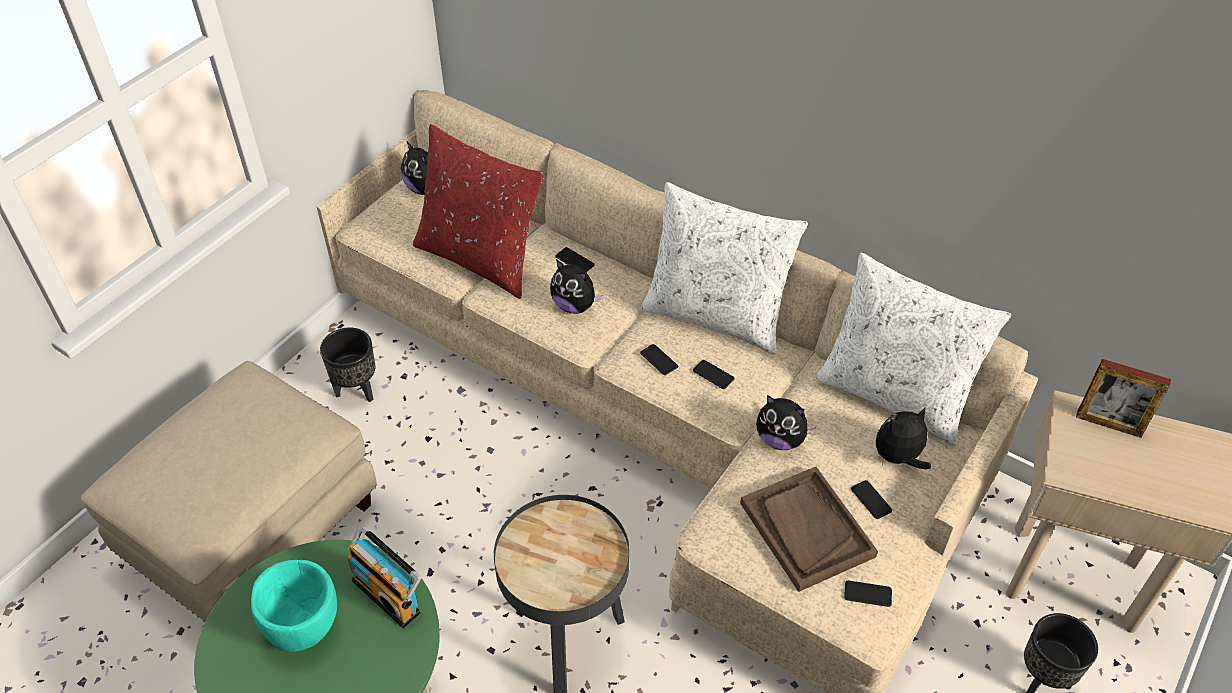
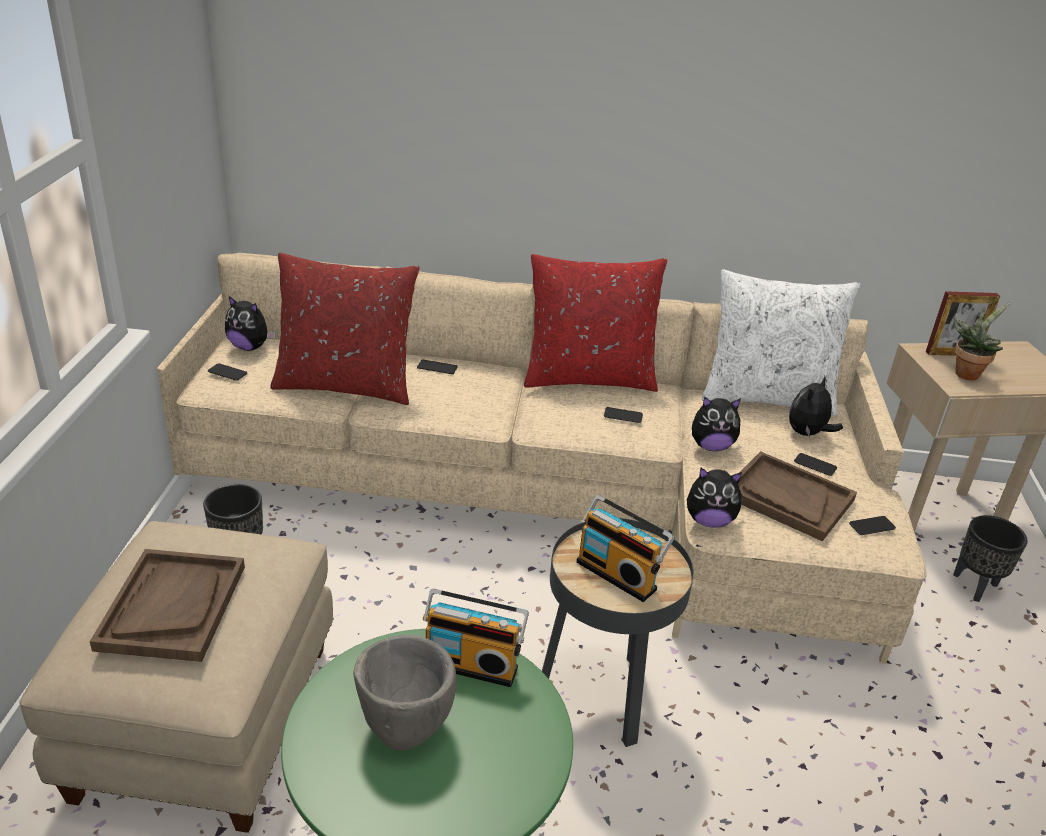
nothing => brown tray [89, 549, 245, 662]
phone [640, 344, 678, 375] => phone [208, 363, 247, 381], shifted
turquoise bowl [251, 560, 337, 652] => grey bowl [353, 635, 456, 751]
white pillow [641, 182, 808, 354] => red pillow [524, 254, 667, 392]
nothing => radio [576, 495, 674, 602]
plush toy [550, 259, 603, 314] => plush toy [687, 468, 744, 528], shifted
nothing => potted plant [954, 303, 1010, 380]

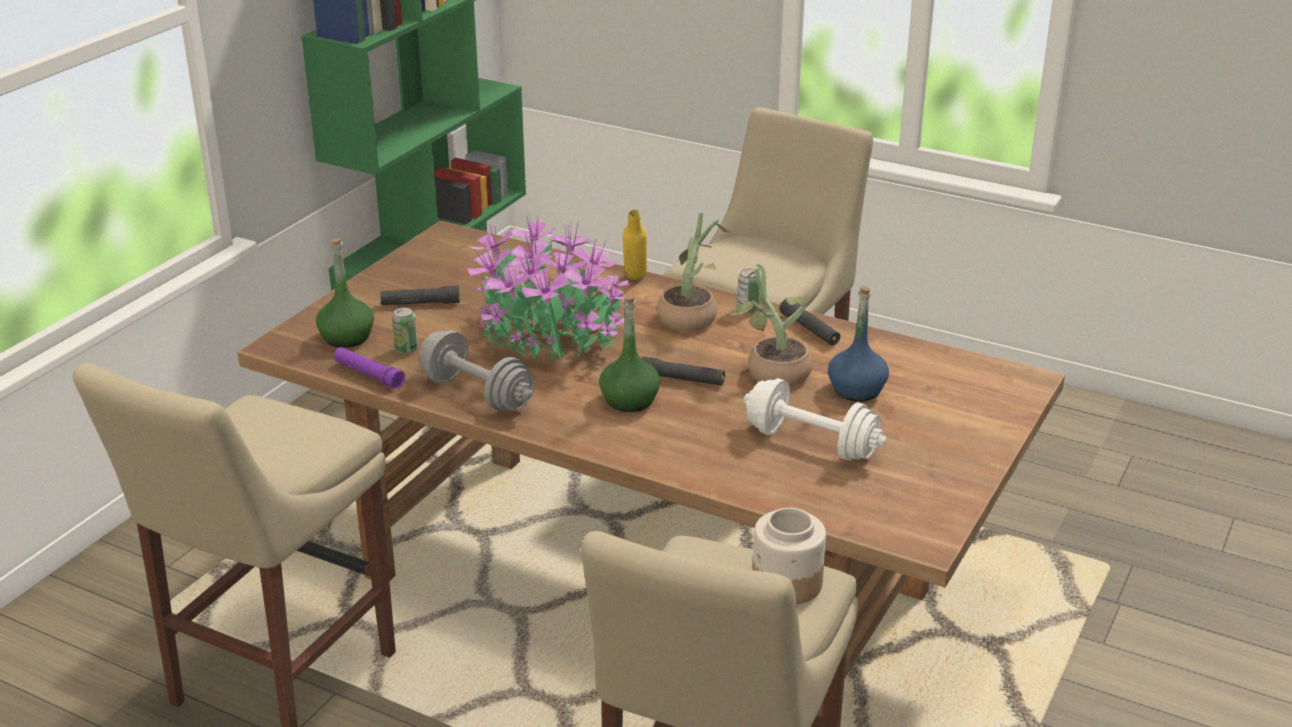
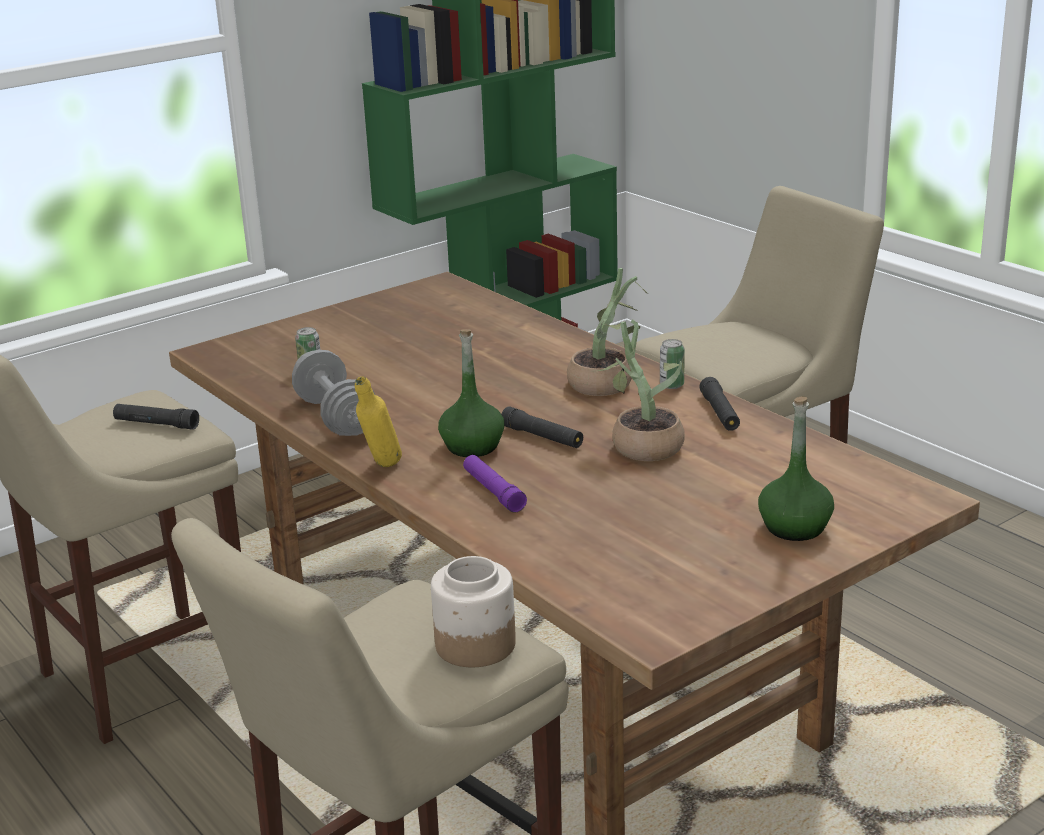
black flashlight [380, 285, 460, 305] => black flashlight [113, 404, 199, 430], shifted
yellow bottle [623, 210, 647, 280] => yellow bottle [355, 376, 402, 467], shifted
purple flashlight [334, 347, 405, 389] => purple flashlight [463, 455, 527, 513], shifted
green bottle [316, 238, 374, 348] => green bottle [758, 396, 834, 541], shifted
potted plant [467, 215, 629, 361] => nothing
white dumbbell [744, 378, 886, 461] => nothing
blue bottle [828, 286, 889, 402] => nothing

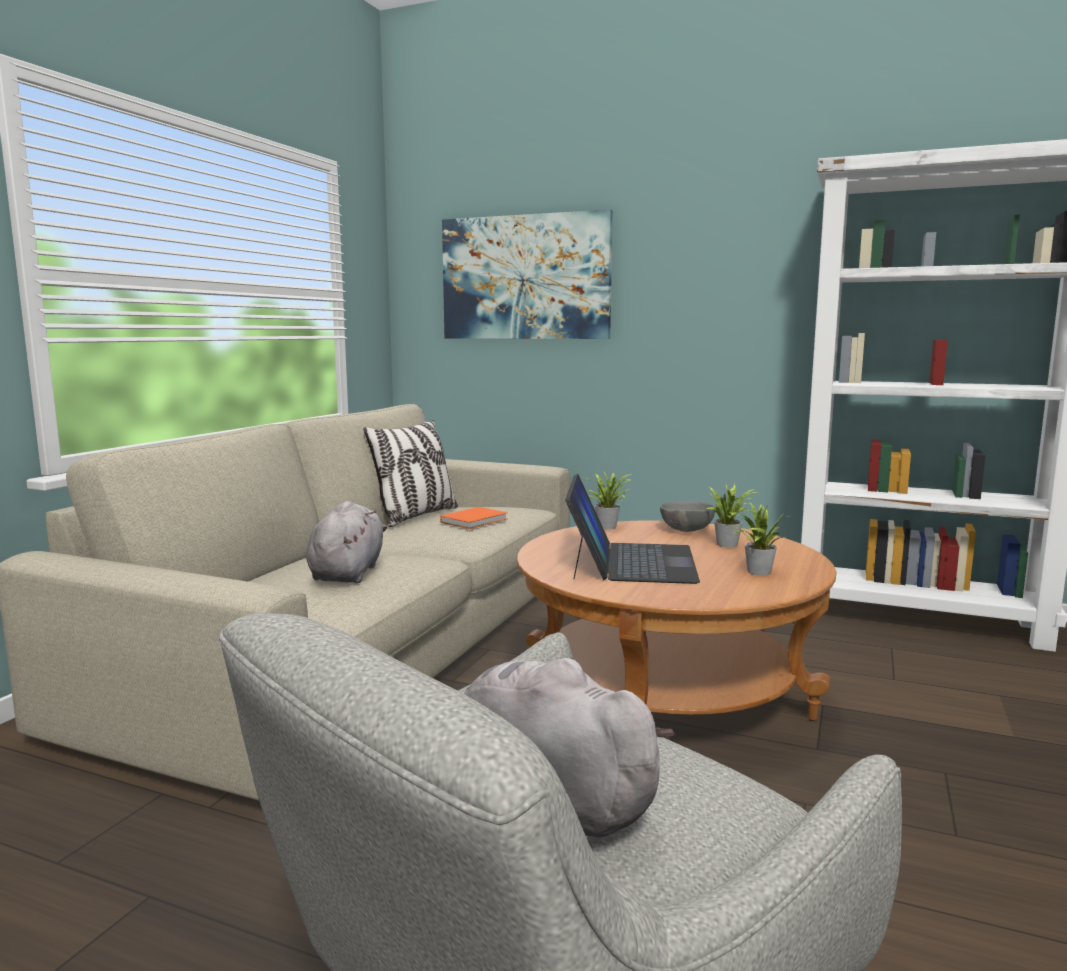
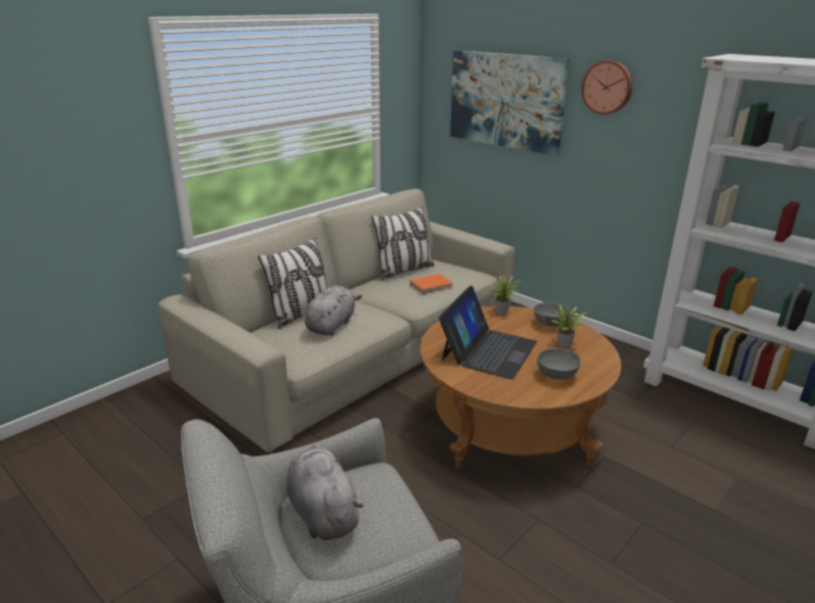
nothing => pillow [258, 238, 329, 329]
potted plant [730, 502, 788, 576] => grey bowl [537, 348, 581, 380]
nothing => wall clock [581, 60, 632, 115]

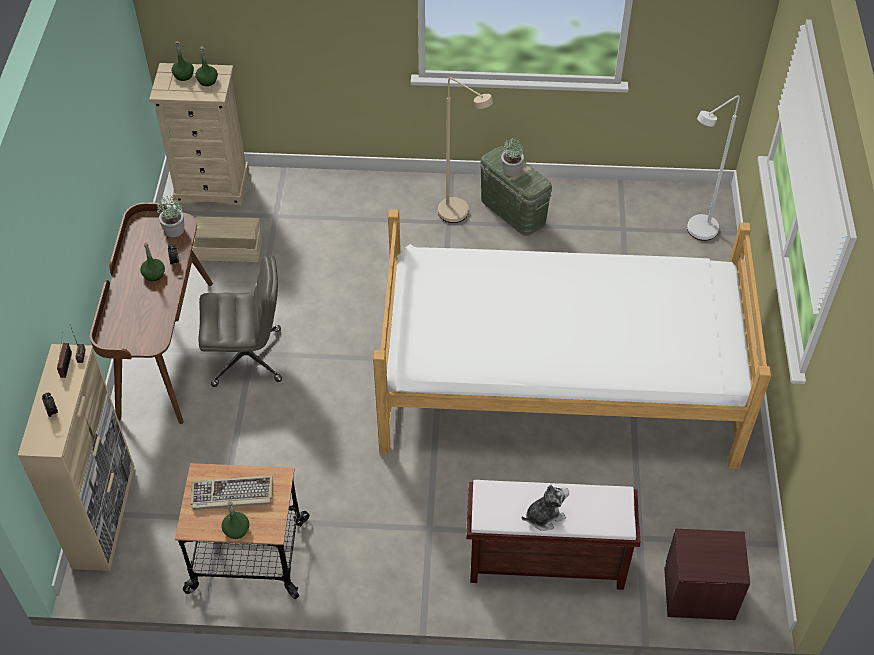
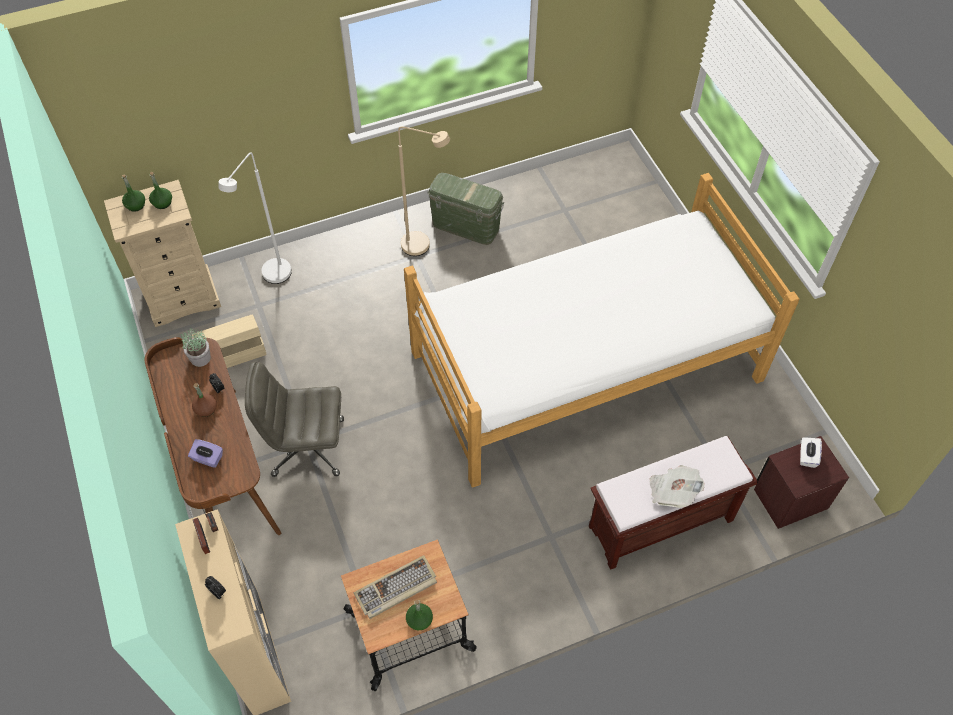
nothing => purple tissue box [188, 439, 223, 468]
green bottle [140, 242, 165, 281] => brown bottle [192, 383, 217, 417]
white floor lamp [687, 95, 740, 241] => white floor lamp [218, 152, 292, 284], shifted
grey office chair [199, 255, 282, 387] => grey office chair [245, 362, 344, 477], 150 degrees counterclockwise
plush toy [522, 485, 569, 531] => newspaper [649, 465, 704, 508]
nothing => white tissue box [800, 437, 822, 468]
potted plant [501, 138, 524, 176] => nothing

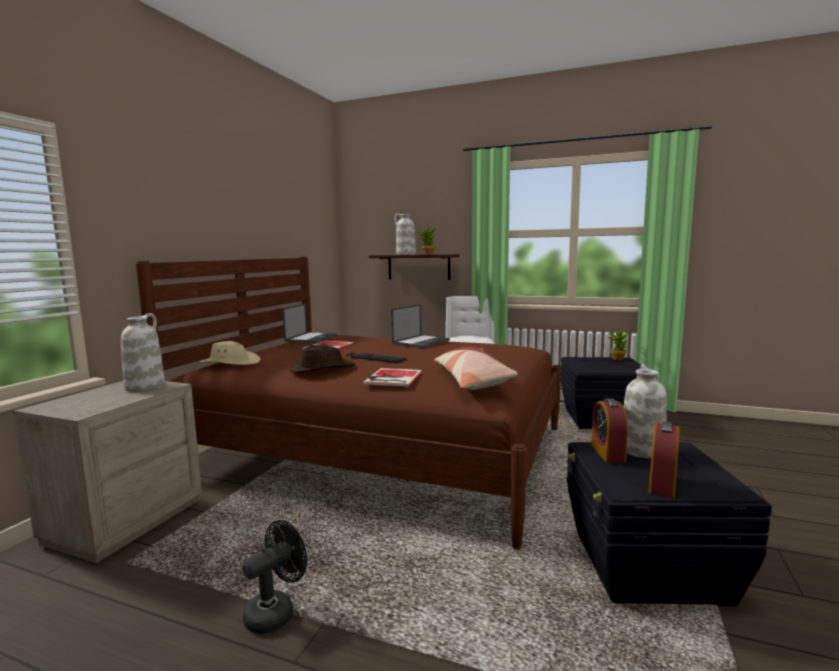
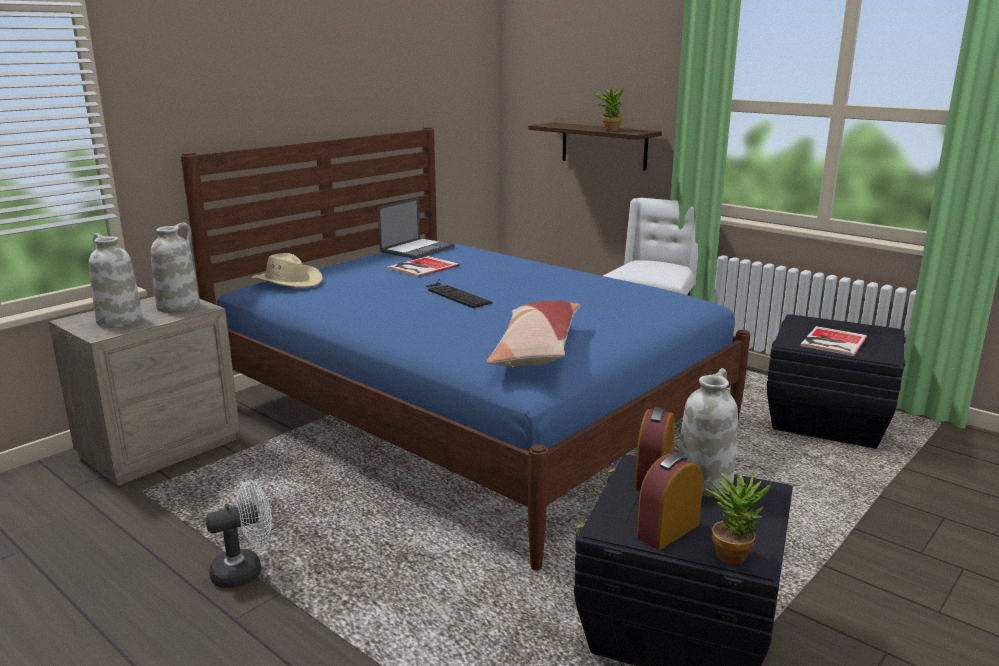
white vase [394, 213, 416, 255] => white vase [89, 233, 143, 328], shifted
brown bed [136, 256, 561, 550] => blue bed [181, 127, 750, 570]
black fan [242, 520, 307, 634] => white fan [205, 481, 272, 588]
potted plant [608, 330, 631, 360] => potted plant [705, 473, 772, 564], shifted
book [363, 368, 423, 387] => book [800, 326, 867, 356], shifted
brown hat [290, 345, 355, 373] => nothing
laptop [391, 304, 450, 348] => nothing

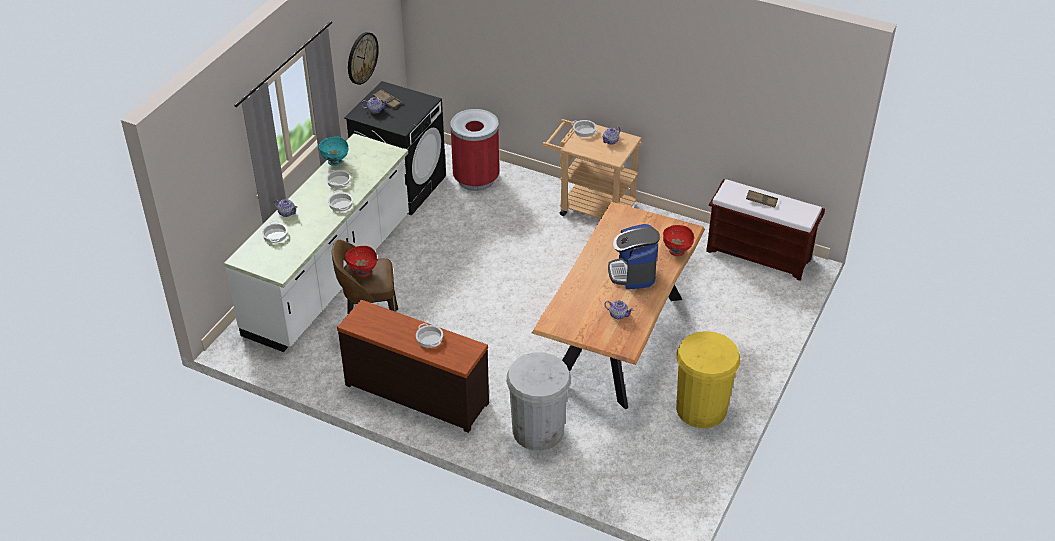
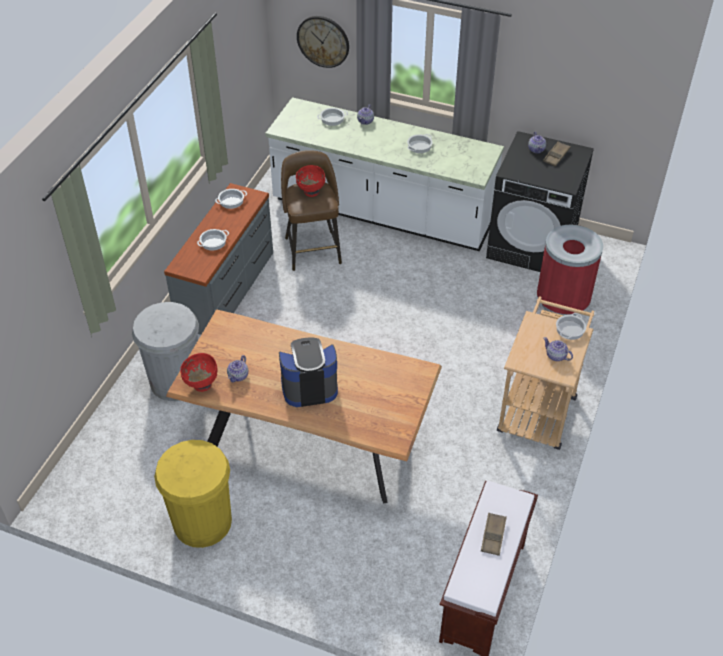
brown dresser [337, 300, 489, 433] => grey dresser [164, 183, 273, 335]
red bowl [663, 225, 694, 256] => red bowl [180, 353, 218, 392], shifted
cooking pot [328, 191, 353, 212] => cooking pot [215, 189, 247, 209], shifted
wall clock [348, 32, 379, 85] => wall clock [297, 16, 349, 68], shifted
turquoise bowl [319, 137, 348, 166] => nothing

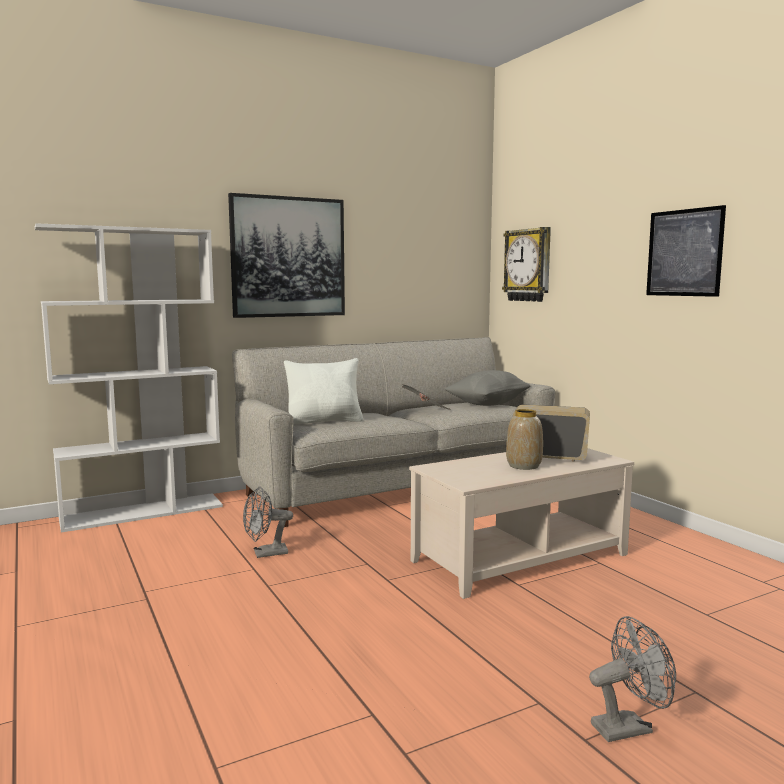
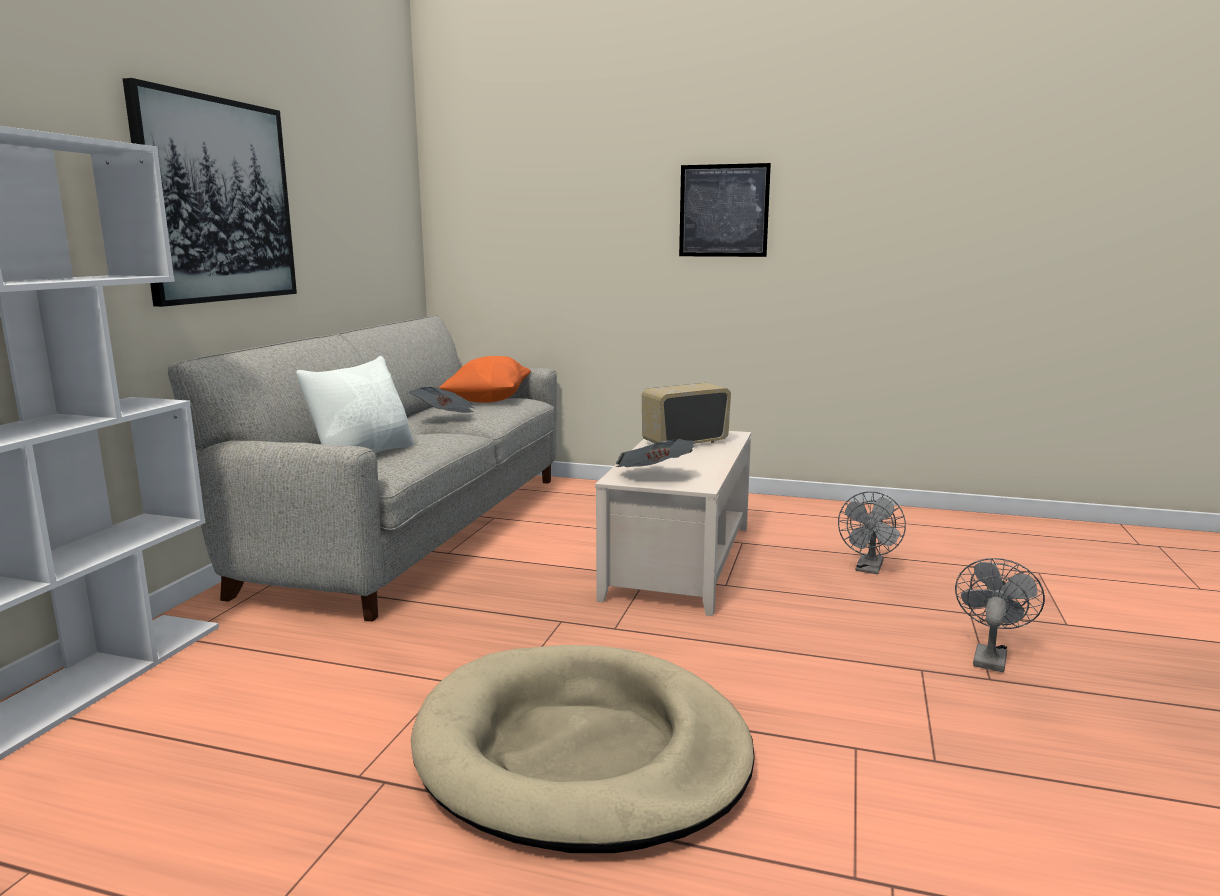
nothing => beige dog bed [411, 645, 755, 853]
grey pillow [444, 370, 530, 406] => orange pillow [439, 356, 531, 403]
nothing => newspaper [616, 439, 695, 467]
grey fan [243, 486, 293, 558] => grey fan [838, 491, 906, 574], shifted
wall clock [502, 227, 551, 302] => nothing
vase [506, 409, 543, 470] => nothing

